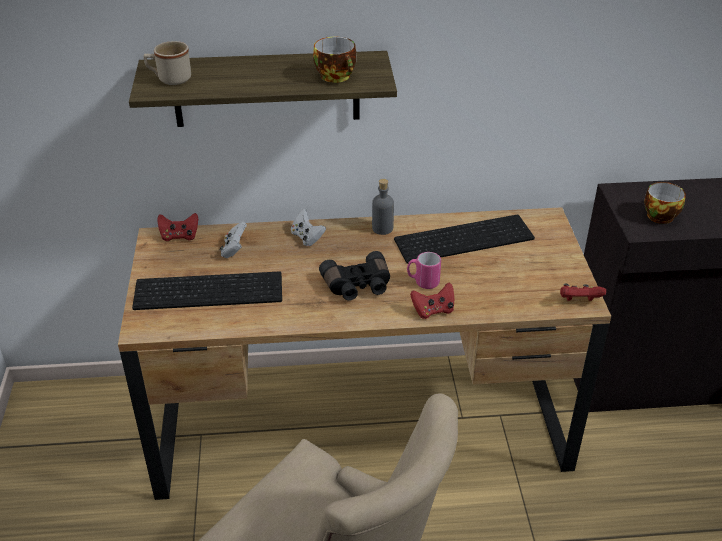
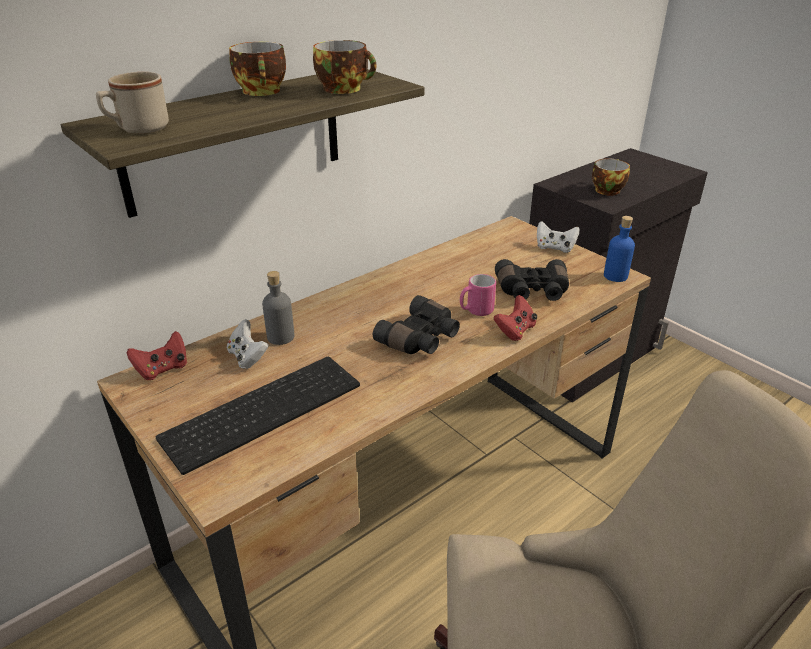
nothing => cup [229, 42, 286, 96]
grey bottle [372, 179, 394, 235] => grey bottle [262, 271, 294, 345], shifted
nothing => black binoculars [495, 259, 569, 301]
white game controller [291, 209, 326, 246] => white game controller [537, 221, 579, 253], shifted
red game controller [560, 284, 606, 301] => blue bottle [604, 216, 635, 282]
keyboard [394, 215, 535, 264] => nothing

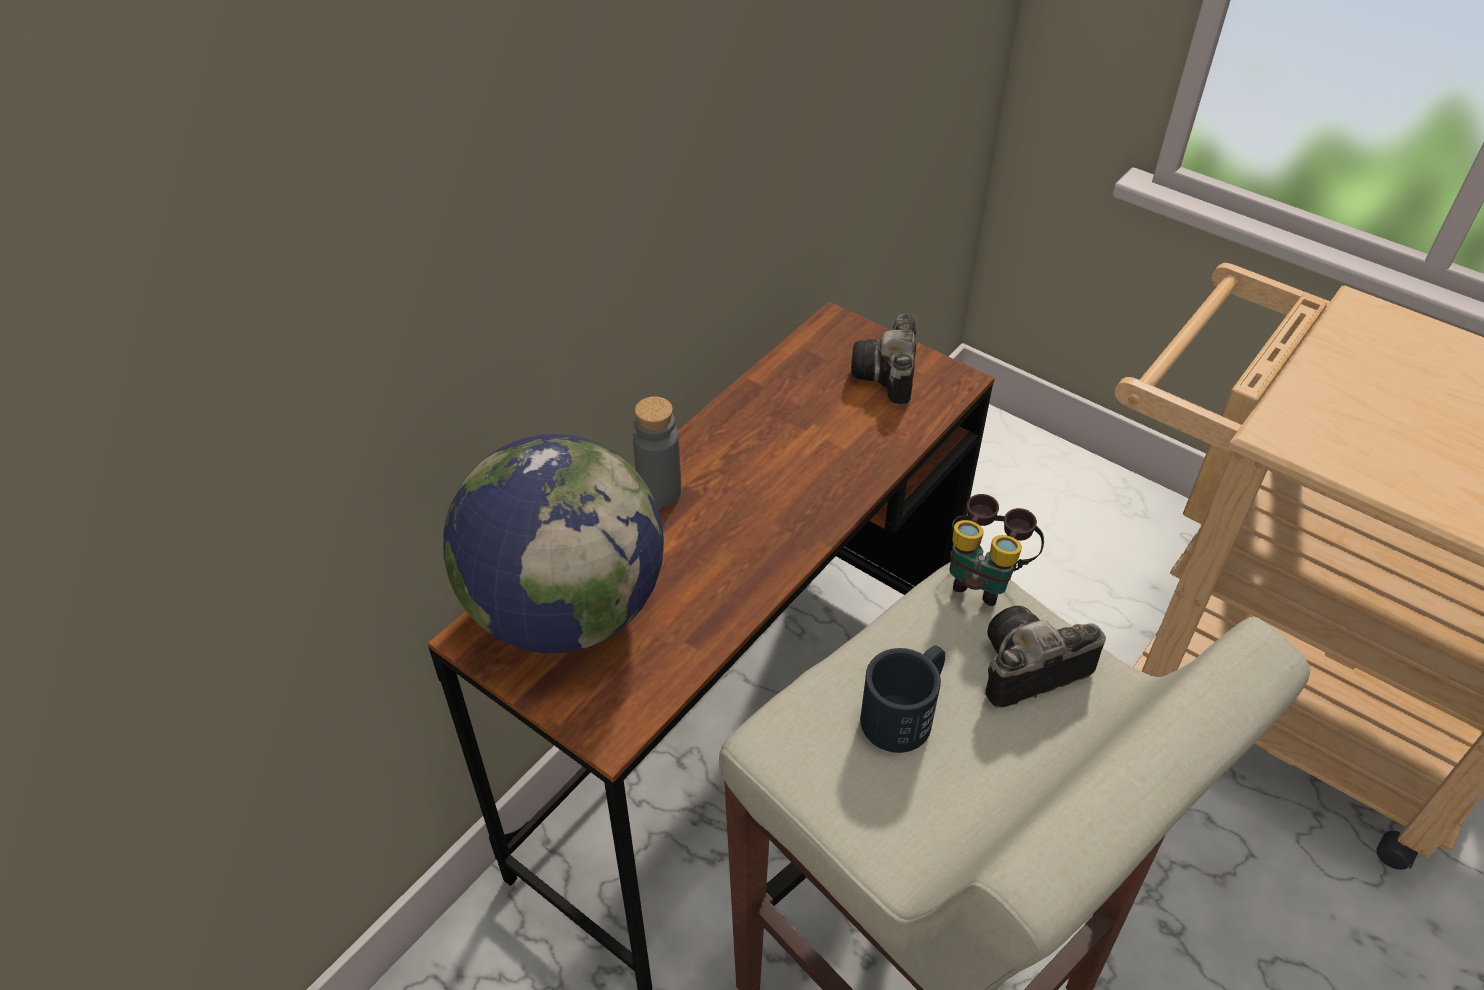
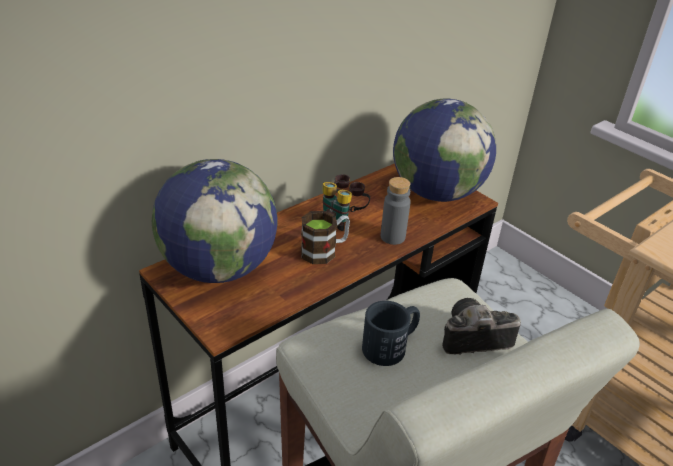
nothing => mug [301, 211, 350, 264]
binoculars [950, 494, 1044, 606] => binoculars [323, 174, 370, 231], shifted
grey bottle [633, 396, 681, 507] => grey bottle [381, 177, 411, 245], shifted
photo camera [851, 315, 916, 405] => globe [393, 98, 496, 202]

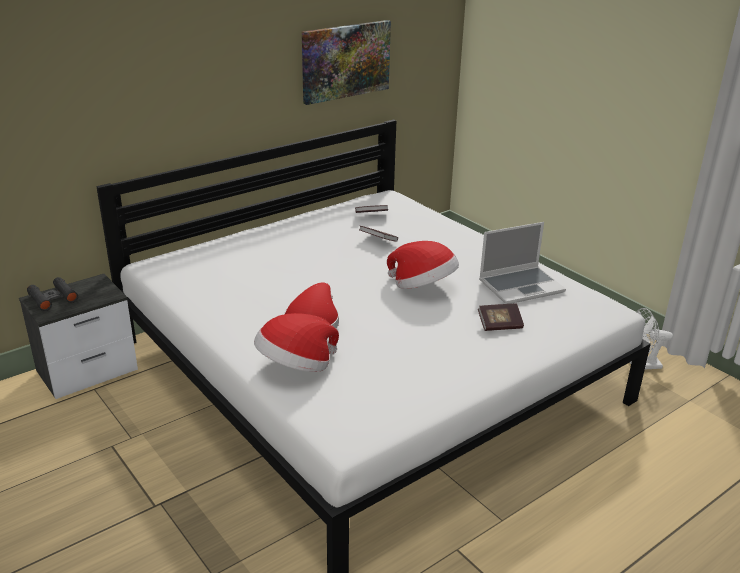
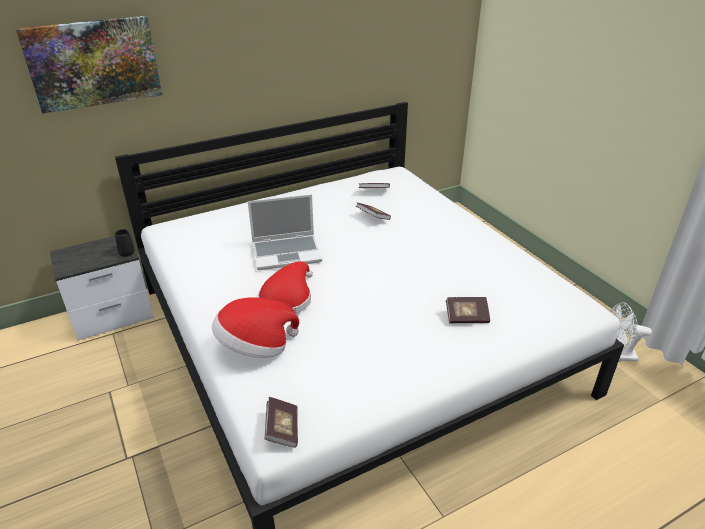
picture [302, 20, 391, 105] => picture [16, 16, 162, 113], shifted
nothing => black mug [115, 229, 134, 257]
laptop [479, 222, 566, 304] => laptop [248, 194, 322, 270], shifted
nothing => book [265, 397, 298, 448]
black binoculars [27, 277, 78, 311] => nothing
hat [387, 241, 459, 289] => nothing

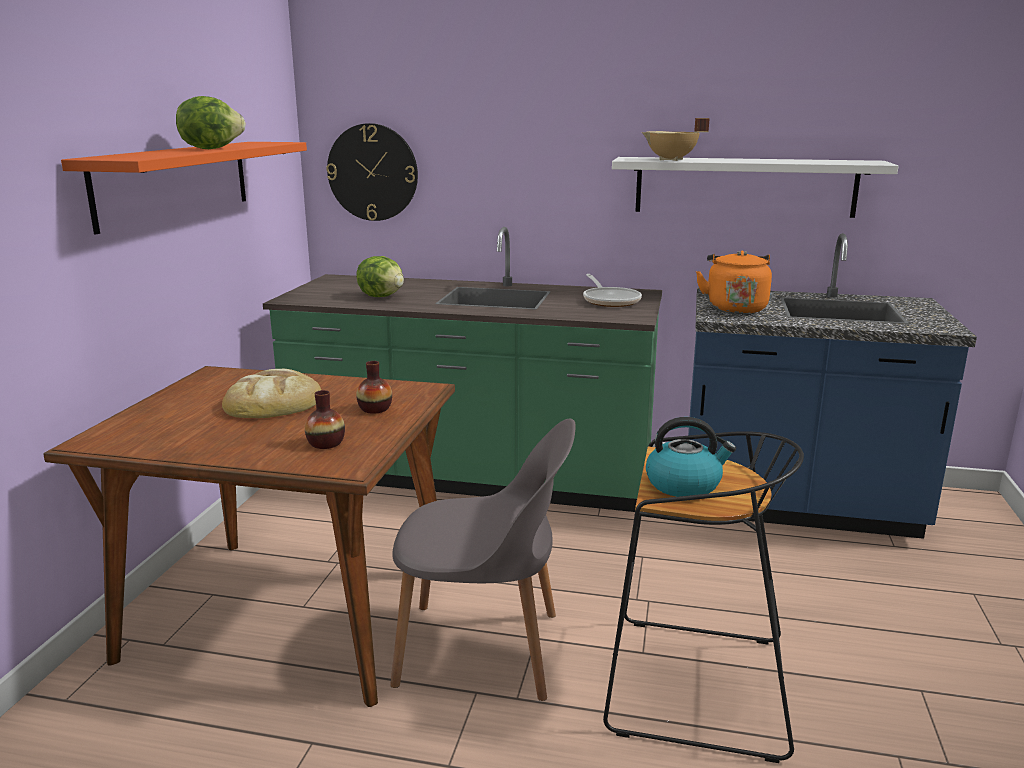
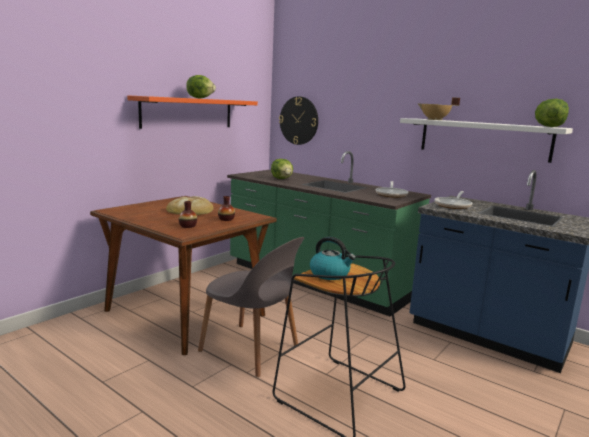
orange kettle [696, 250, 772, 314] => frying pan [434, 191, 472, 209]
nothing => lettuce [535, 99, 569, 127]

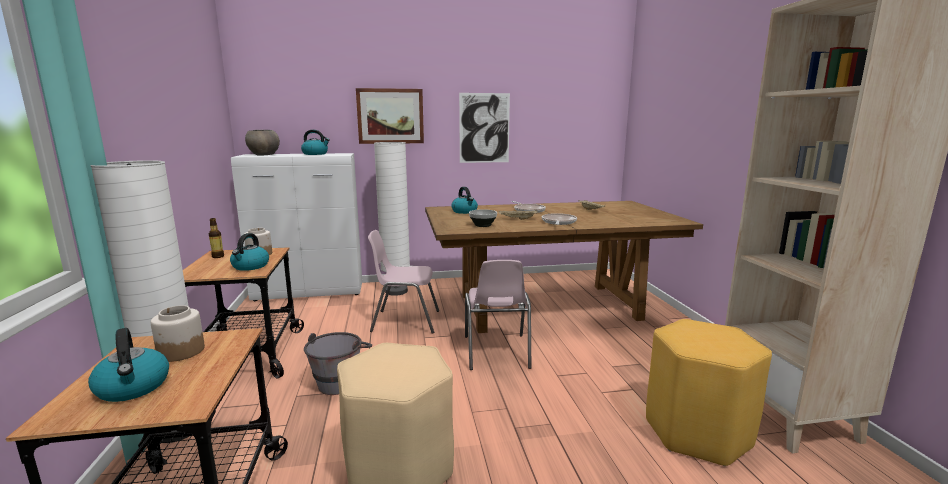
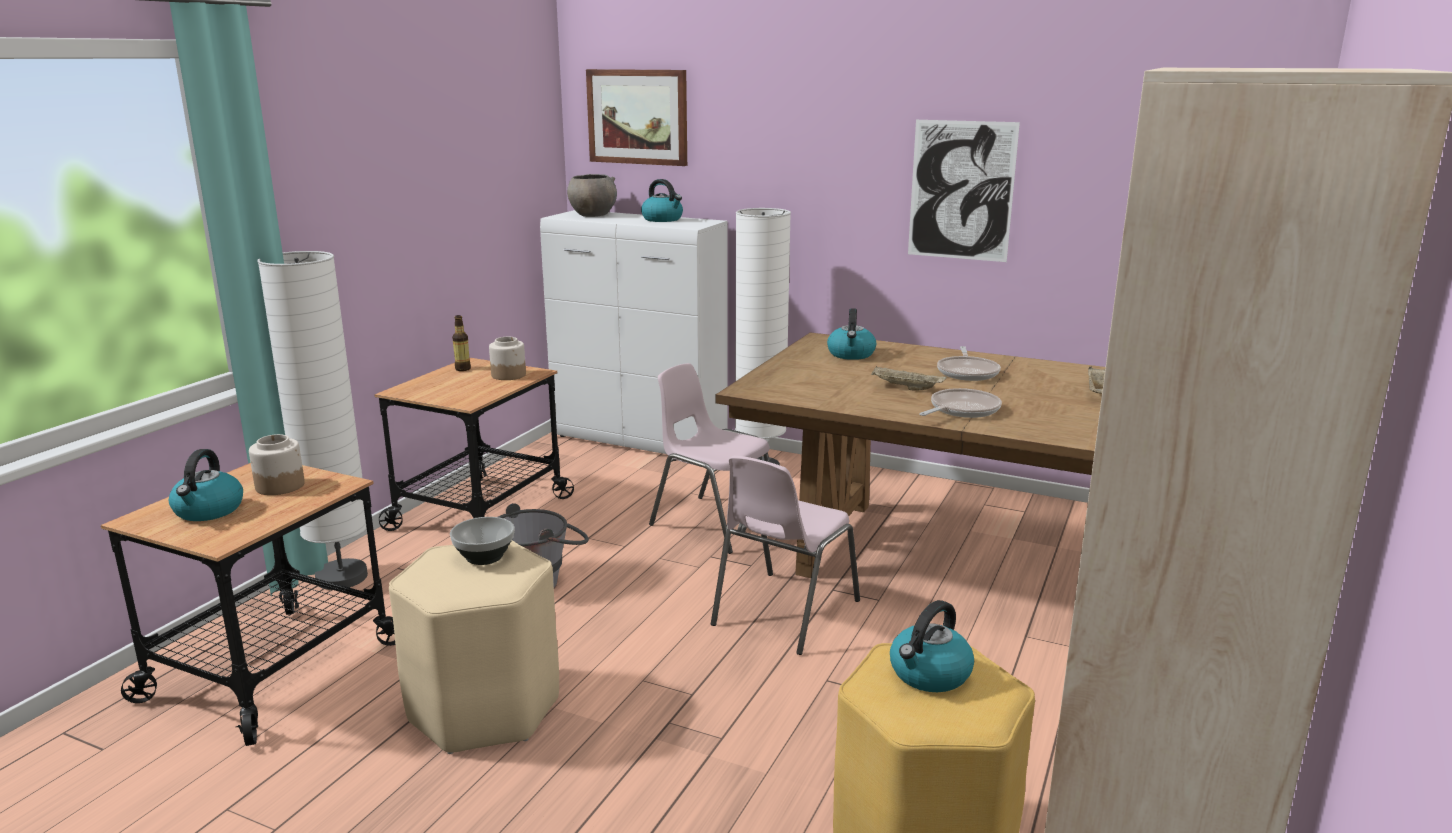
bowl [469, 209, 497, 227] => bowl [450, 517, 514, 565], shifted
picture [356, 88, 424, 144] => picture [586, 69, 687, 166], shifted
kettle [230, 233, 269, 271] => kettle [890, 600, 974, 692], shifted

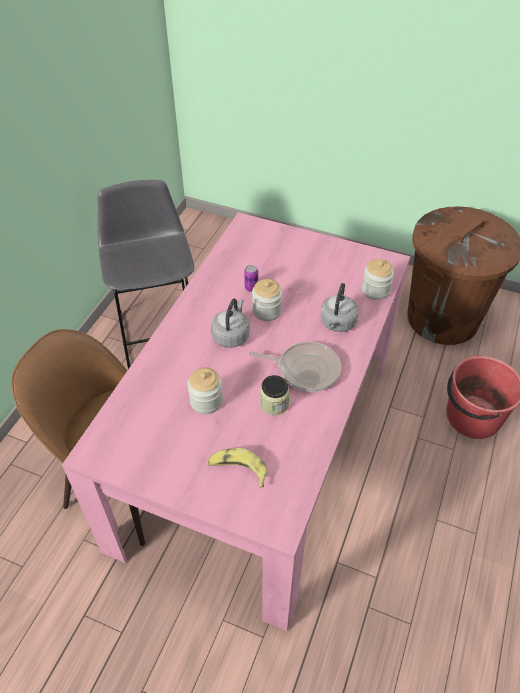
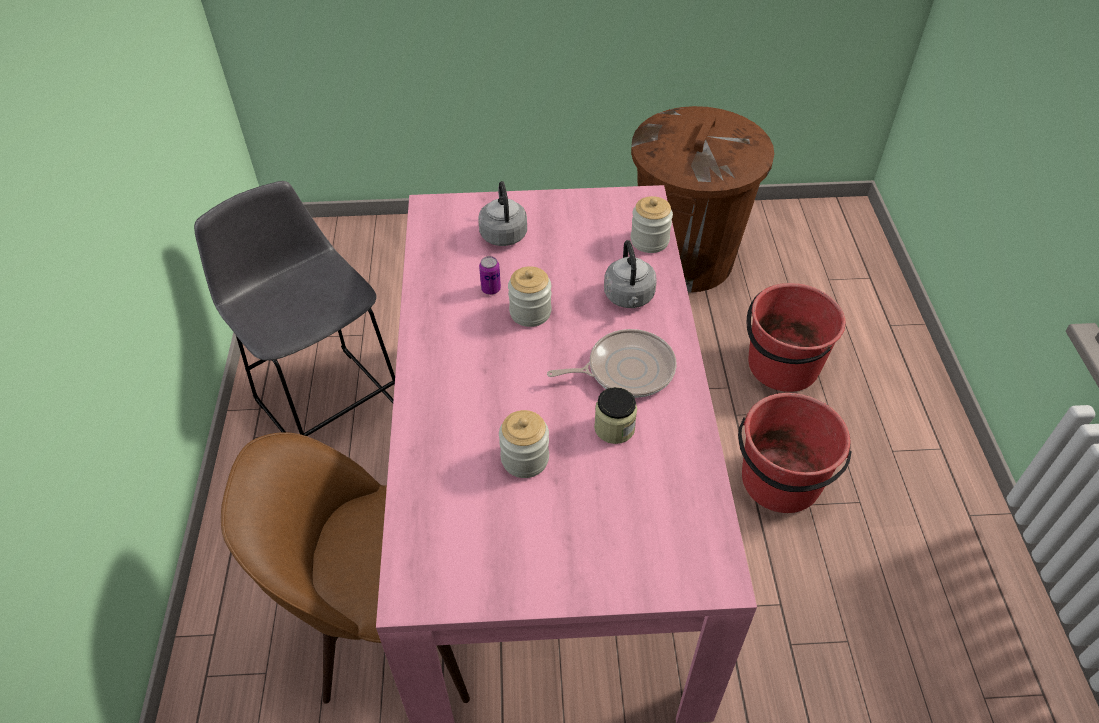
grey kettle [211, 299, 250, 348] => grey kettle [478, 181, 527, 246], shifted
nothing => red bucket [738, 393, 852, 513]
banana [208, 448, 267, 488] => nothing

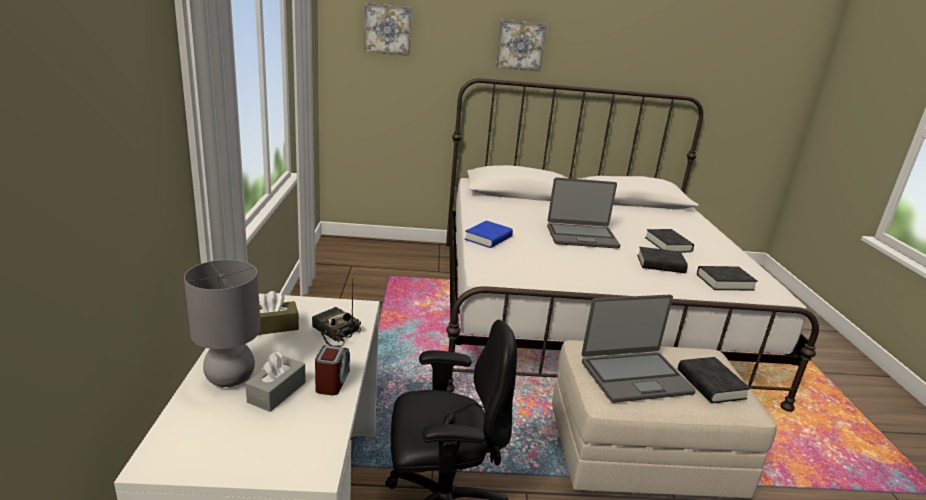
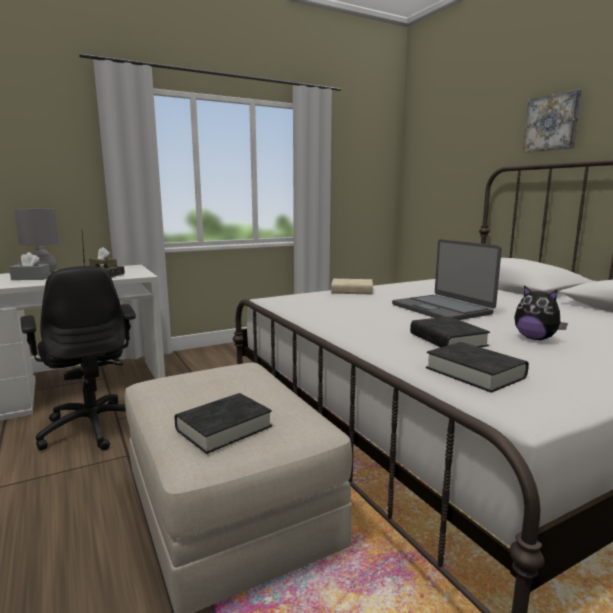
blue book [464, 221, 513, 248] => beige book [331, 279, 373, 294]
black book [645, 229, 694, 253] => plush toy [514, 285, 568, 340]
alarm clock [315, 345, 350, 395] => nothing
picture [364, 3, 412, 56] => nothing
laptop [582, 295, 695, 403] => nothing

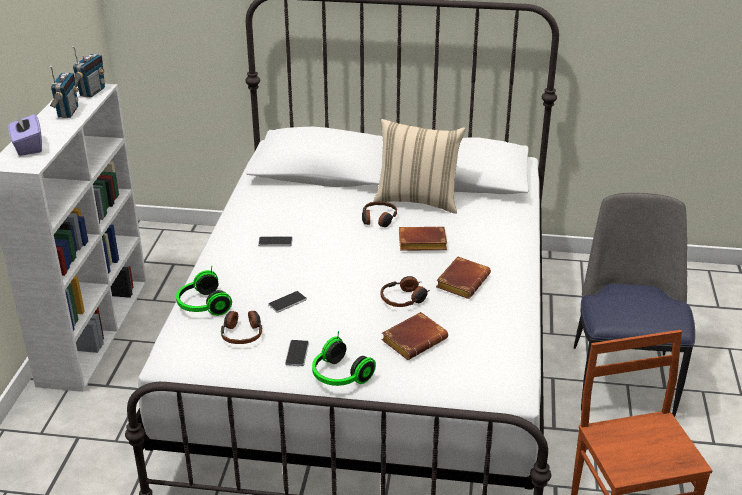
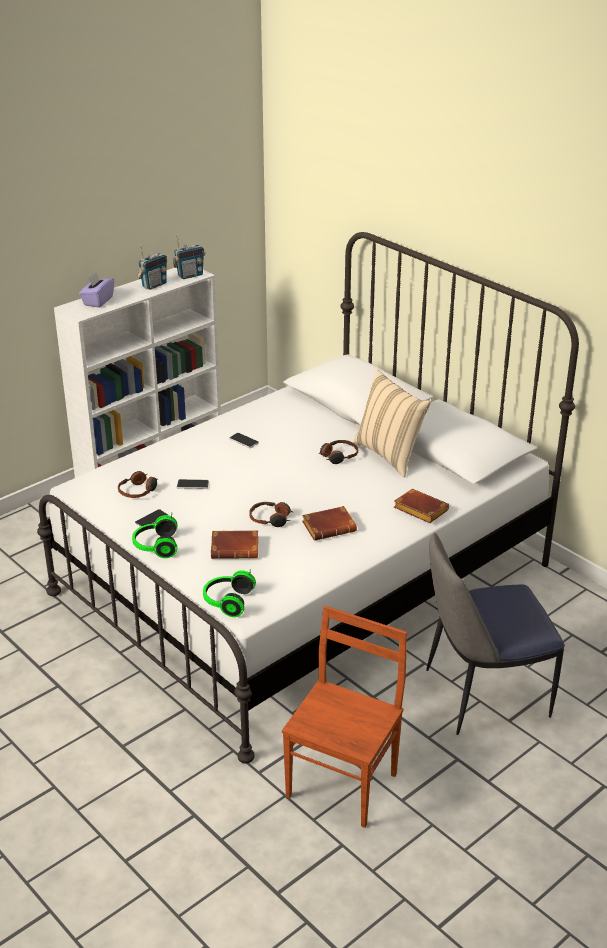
headphones [176, 266, 232, 316] => headphones [203, 569, 256, 617], shifted
brown book [399, 226, 447, 251] => brown book [394, 489, 449, 523], shifted
chair [574, 192, 695, 417] => chair [426, 532, 565, 735], 150 degrees counterclockwise

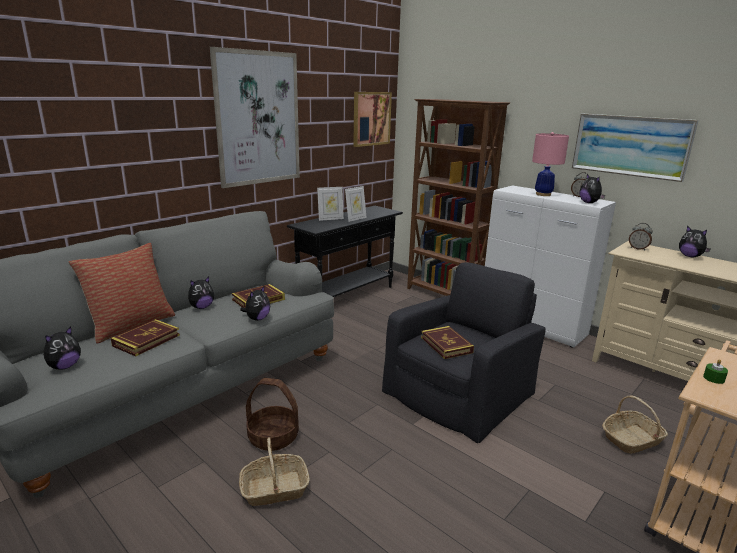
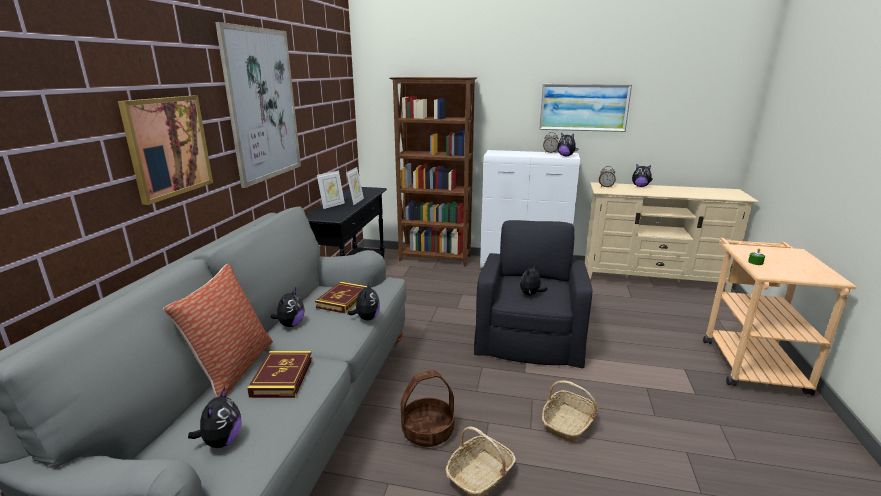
picture [353, 92, 392, 147] => picture [118, 96, 213, 205], shifted
book [421, 326, 474, 359] => plush toy [520, 265, 548, 295]
basket [602, 396, 668, 454] => basket [542, 380, 598, 442], shifted
pink table lamp [532, 132, 569, 196] => nothing

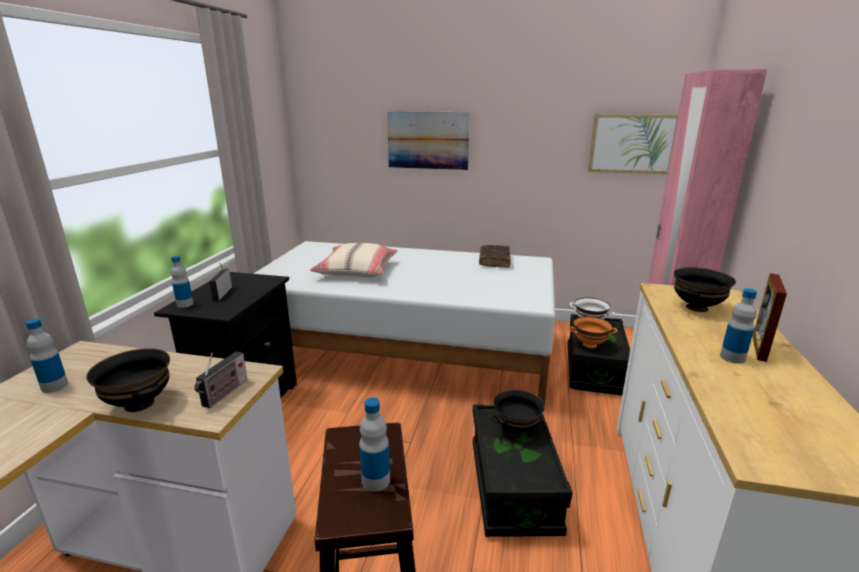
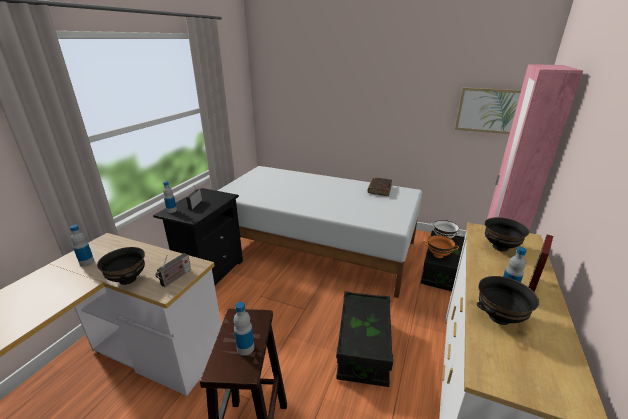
black bowl [491, 390, 544, 435] => black bowl [477, 276, 539, 325], shifted
beige pillow [310, 243, 397, 277] => nothing
picture [387, 111, 470, 170] => nothing

